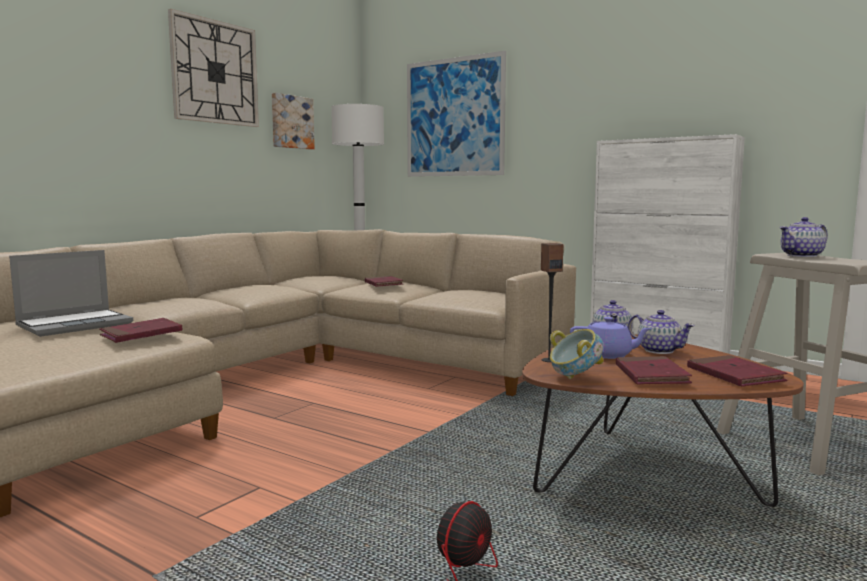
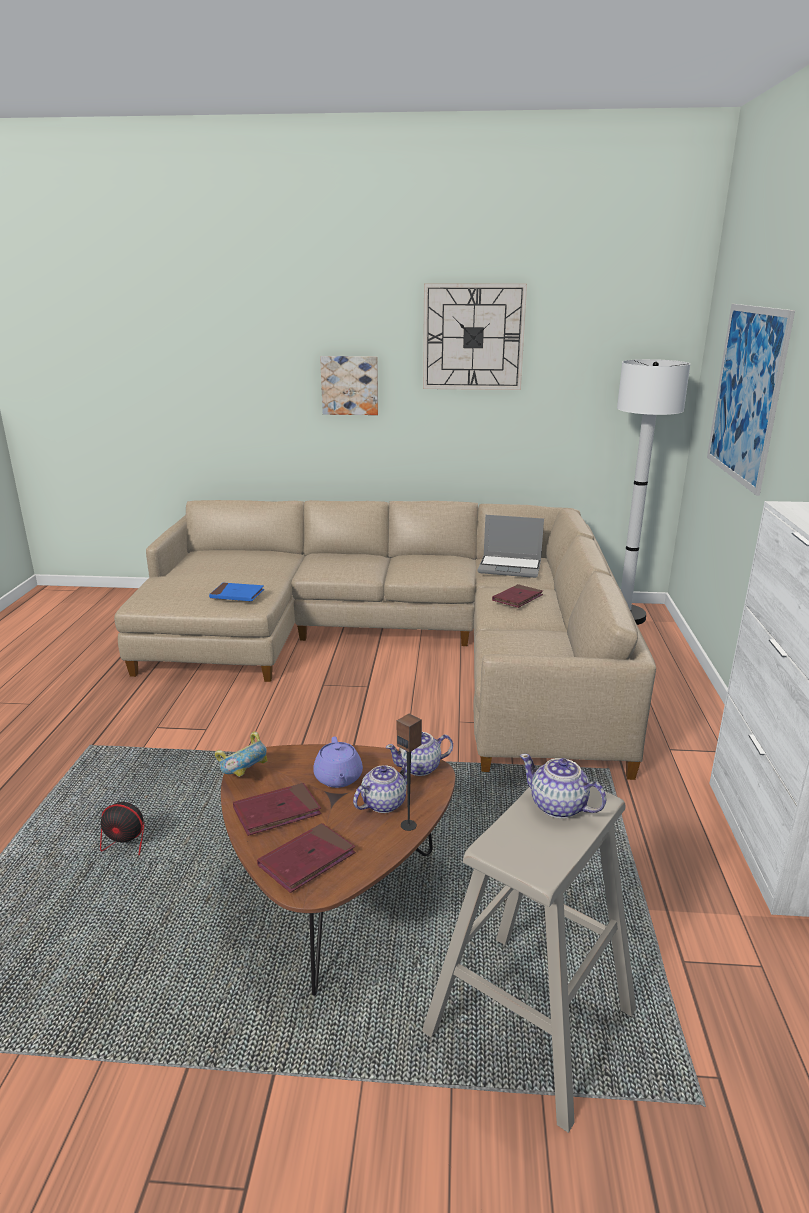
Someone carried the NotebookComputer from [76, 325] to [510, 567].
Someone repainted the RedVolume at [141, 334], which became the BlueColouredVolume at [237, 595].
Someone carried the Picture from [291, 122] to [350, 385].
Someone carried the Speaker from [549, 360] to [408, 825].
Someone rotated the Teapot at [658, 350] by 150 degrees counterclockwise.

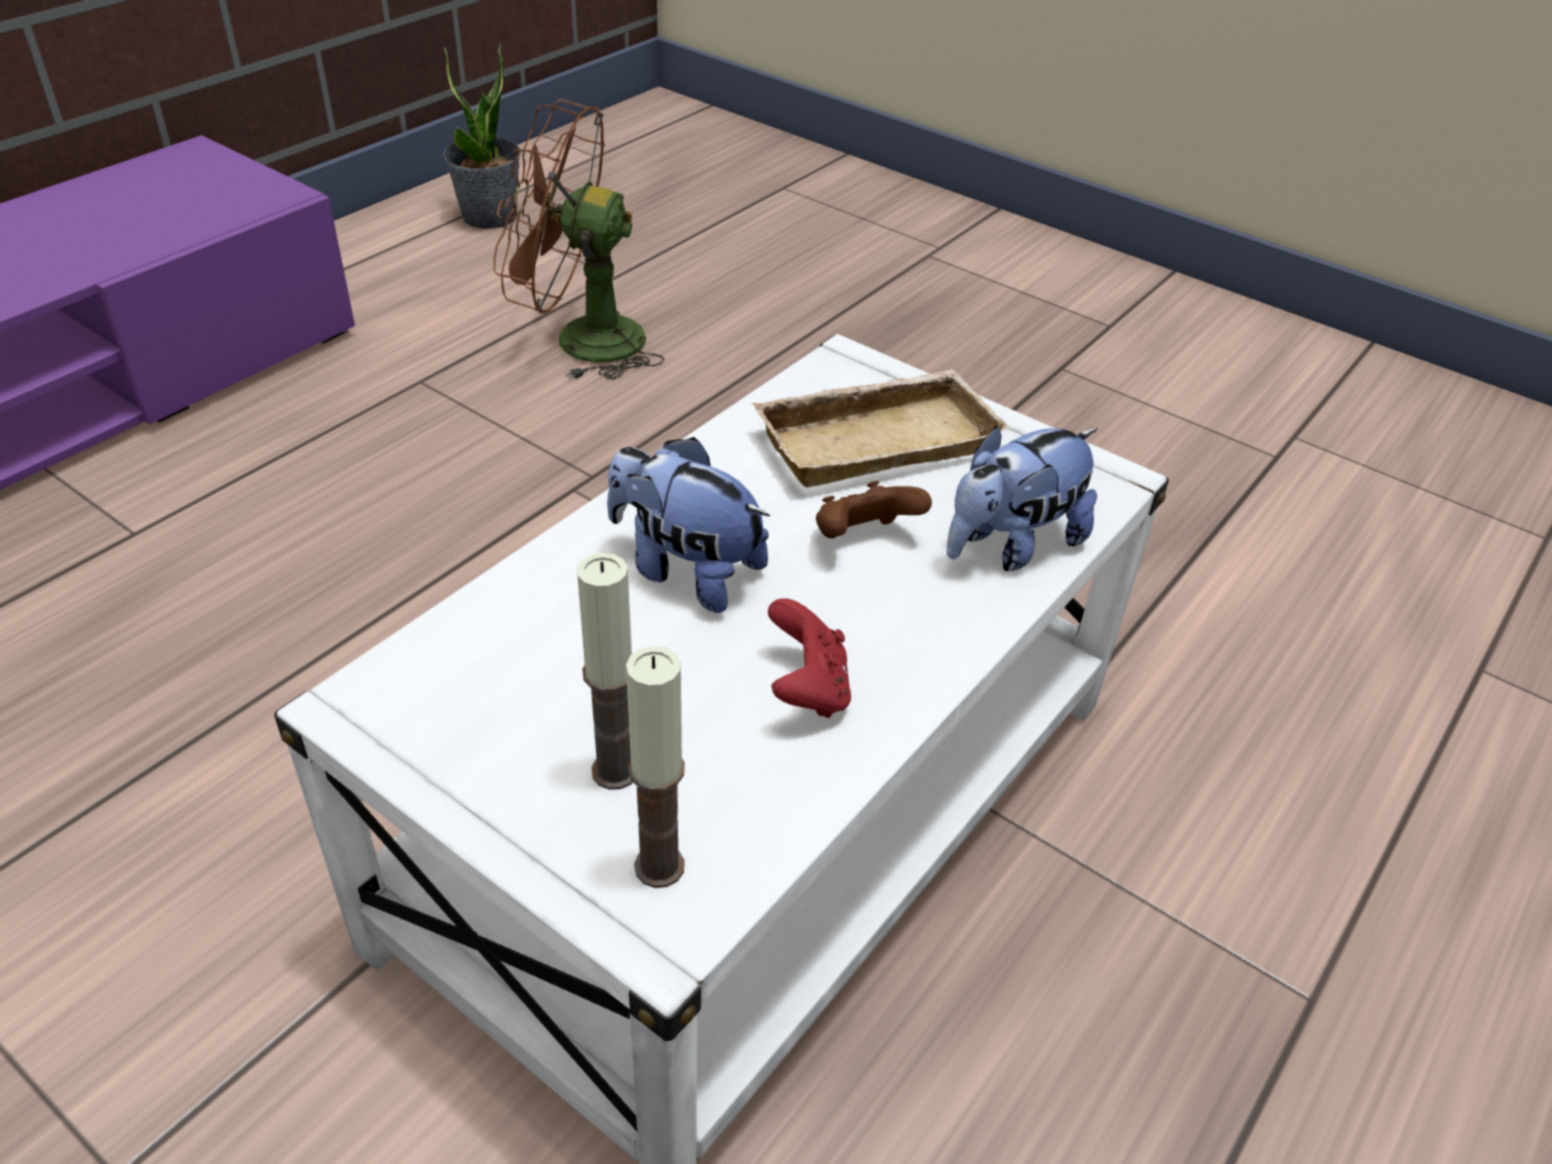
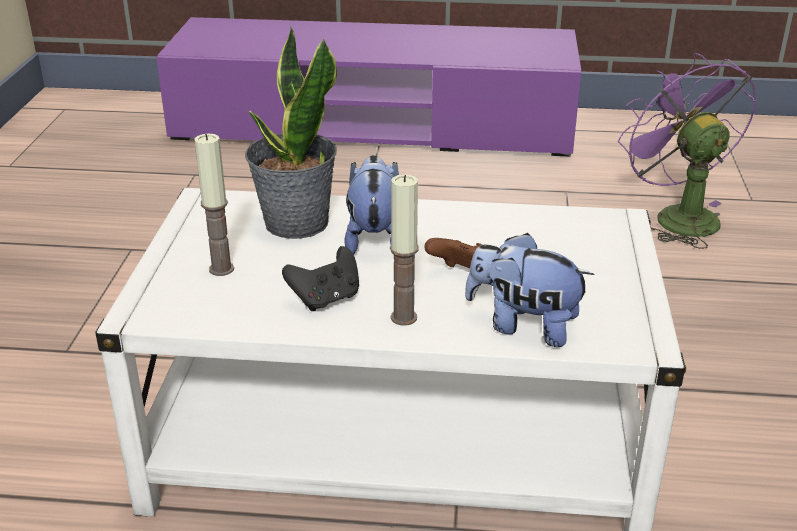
Someone carried the PlantInAPot from [490, 217] to [295, 223].
Someone repainted the BrownColouredCoolingFan at [580, 340], which became the PurpleCoolingFan at [676, 216].
Someone carried the WaxCandle from [659, 866] to [403, 317].
Someone took away the BeigeServingTray at [877, 437].
Someone repainted the RedJoypad at [807, 689], which became the BlackishJoypad at [326, 299].

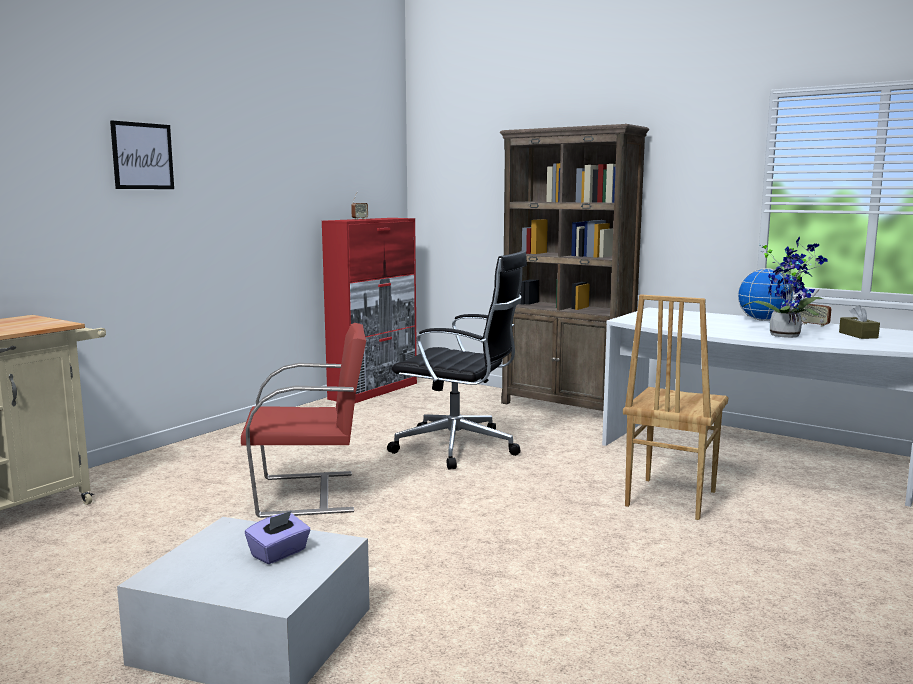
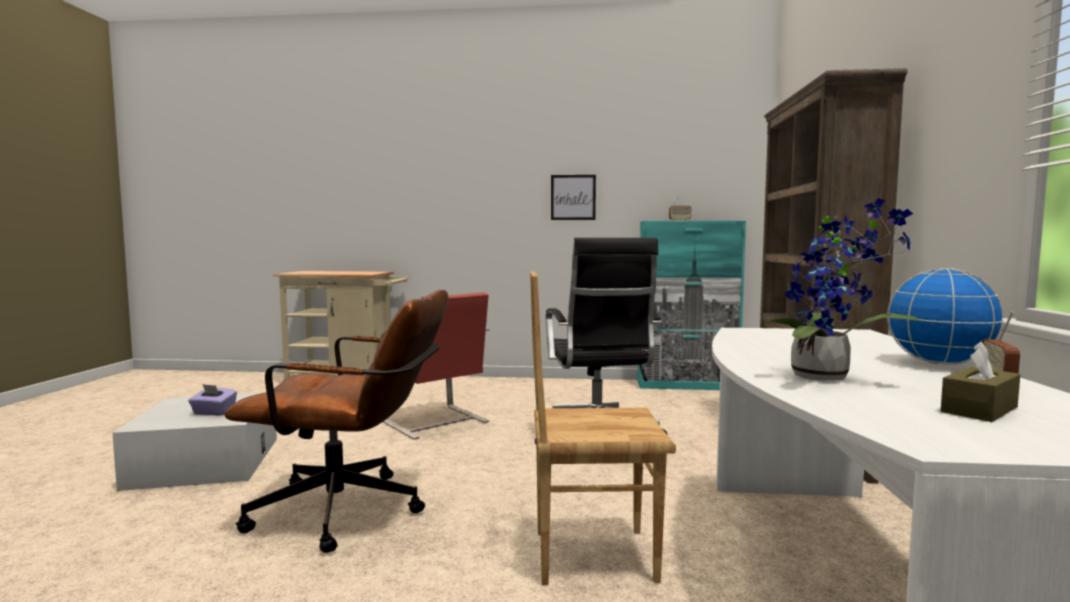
Someone carried the Picture from [142, 156] to [573, 197].
Someone repainted the RedCabinet at [374, 391], which became the TurquoiseCabinet at [687, 385].
Someone put down the BrownColouredComputerChair at [352, 512].

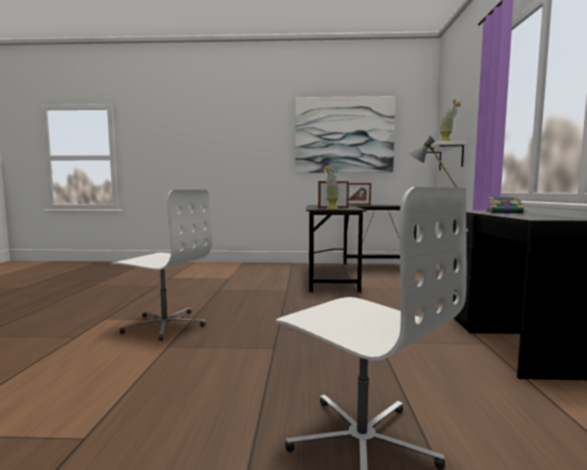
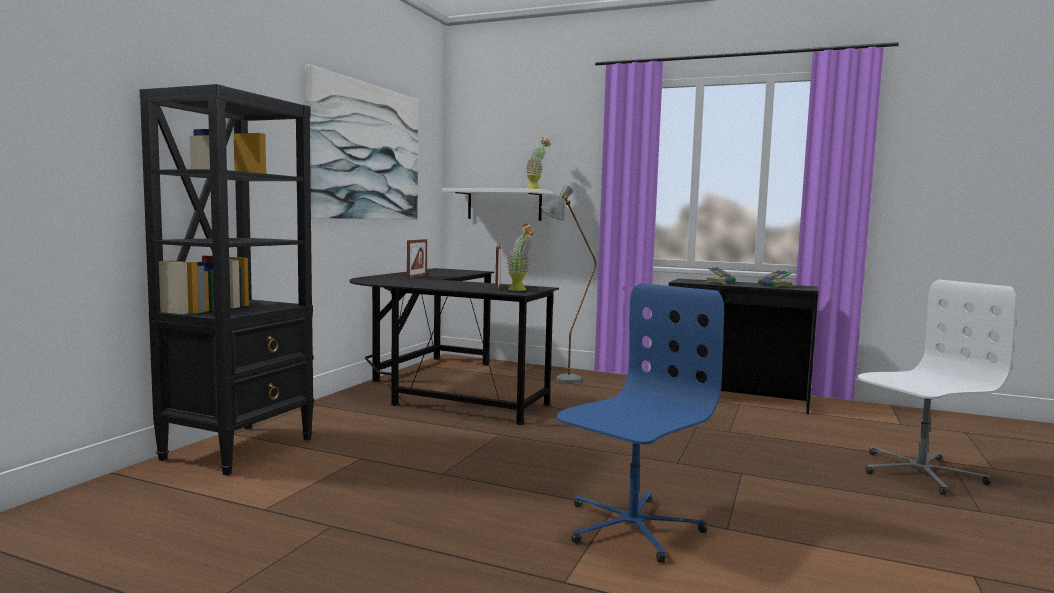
Someone repainted the WhiteComputerChair at [164, 325], which became the BlueColouredComputerChair at [631, 527].
Someone put down the BlackishBookshelf at [240, 448].
Someone put down the Volume at [775, 286].

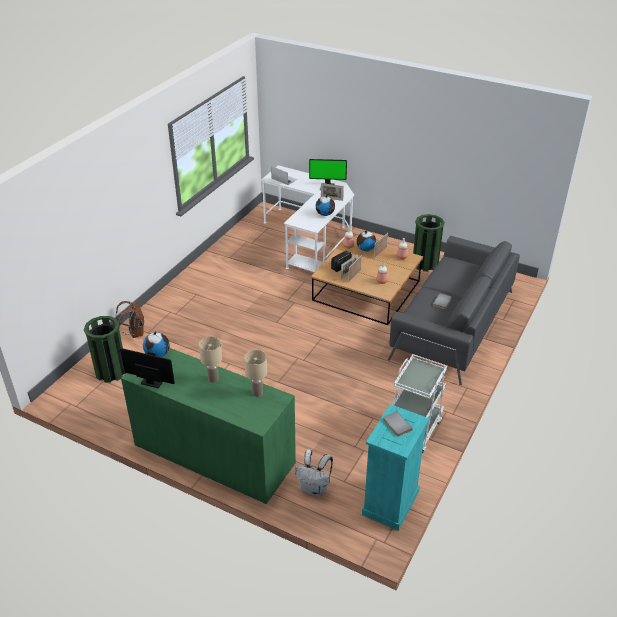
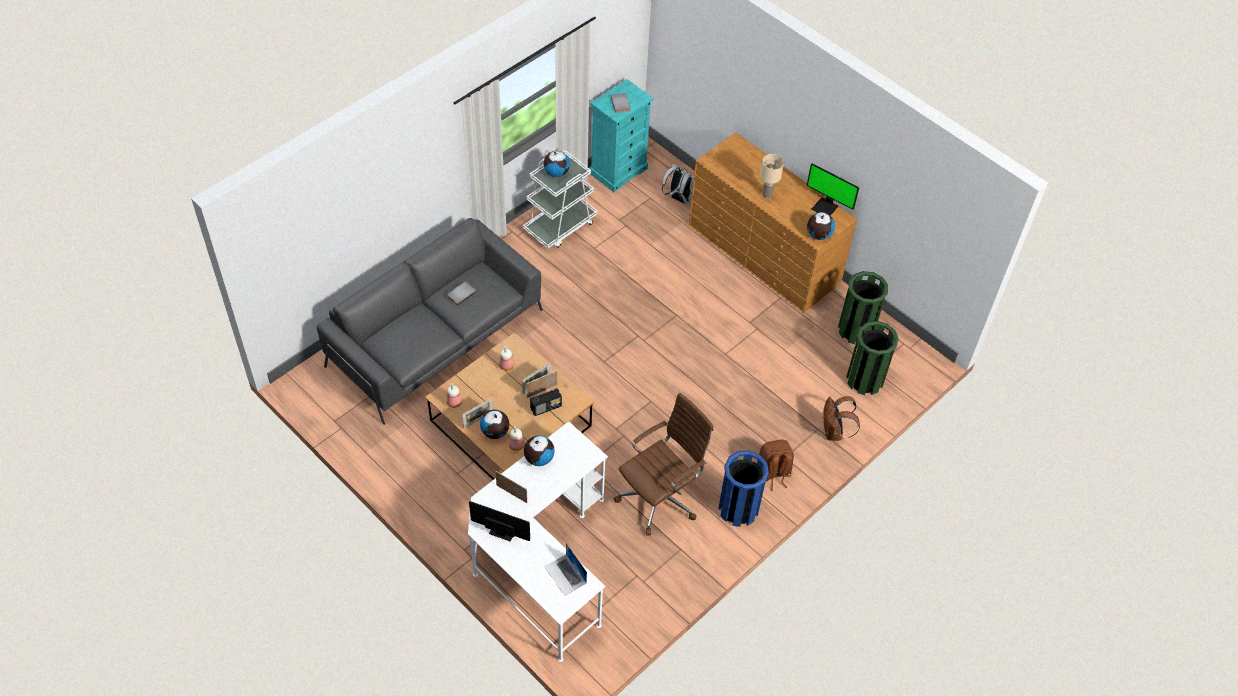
Someone repainted the GreenishDrawerChest at [214, 453], which became the BrownColouredDrawerChest at [763, 253].
Someone took away the BeigeTabletopLamp at [257, 393].
Someone carried the GreenishWasteBin from [425, 263] to [856, 330].
Someone put down the DeskGlobe at [556, 172].
Someone put down the BrownColouredComputerChair at [660, 497].
Someone put down the BlueColouredWasteBin at [738, 509].
Someone put down the BrownColouredRucksack at [773, 474].

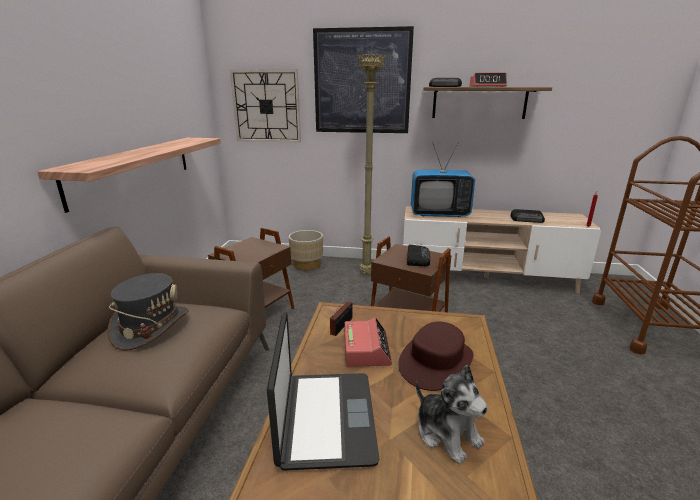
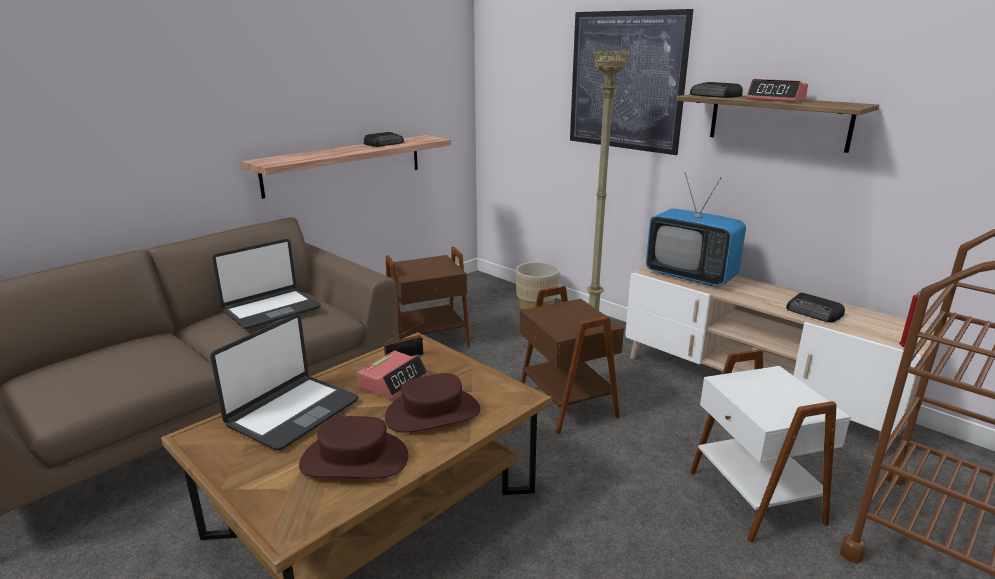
Someone swapped the GreyishWearableHat at [151, 327] for the NotebookComputer at [271, 309].
Someone took away the ClockOnTheWall at [266, 106].
Someone carried the Radio from [417, 258] to [384, 143].
Someone swapped the SoftToy at [447, 433] for the BrownColouredWearableHat at [354, 459].
Someone put down the WhiteEndTable at [752, 497].

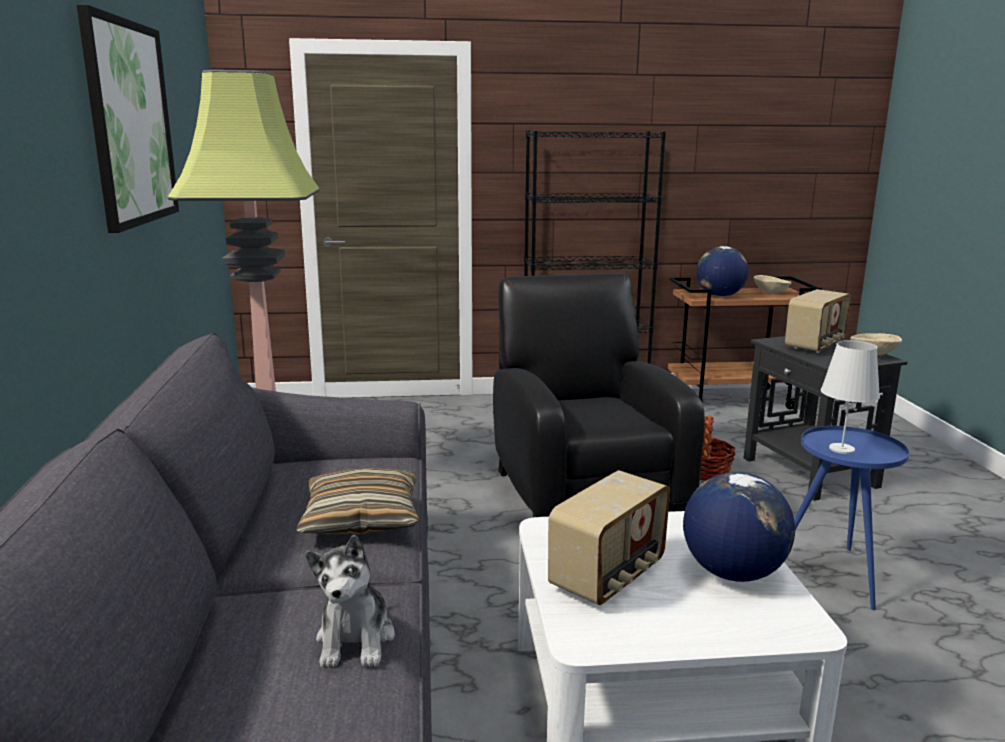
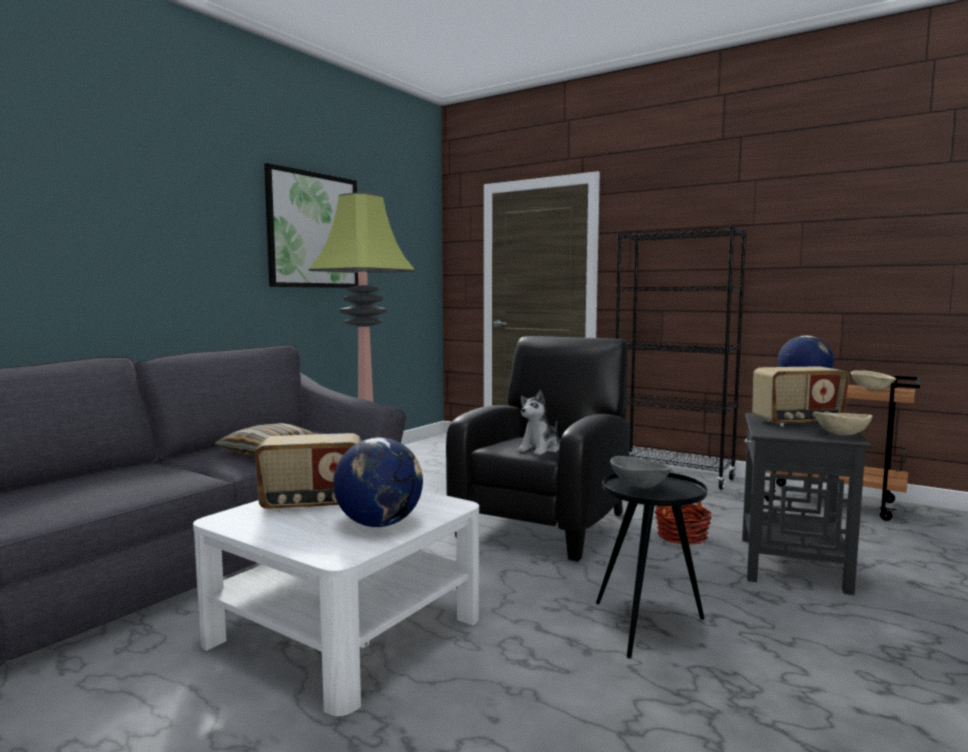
Someone carried the SoftToy from [355, 639] to [540, 449].
Someone repainted the BlueColouredEndTable at [835, 573], which became the BlackishEndTable at [649, 626].
Someone swapped the WhiteTabletopLamp at [841, 449] for the GreyishDeepDish at [639, 486].

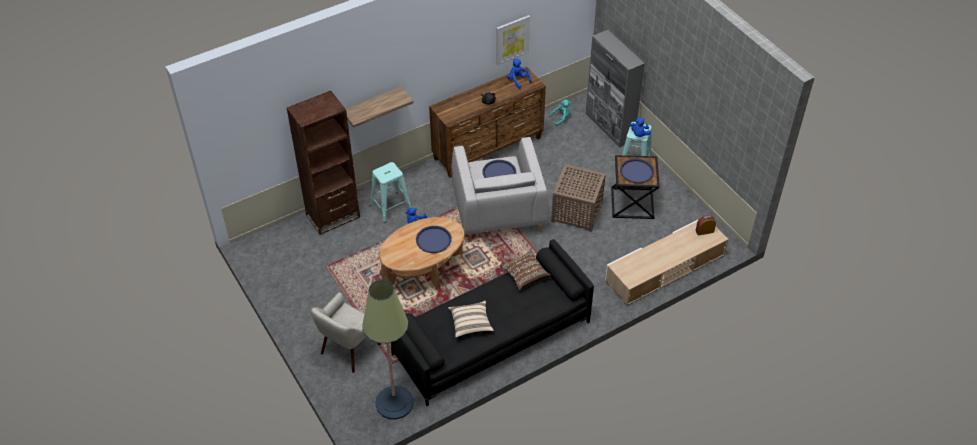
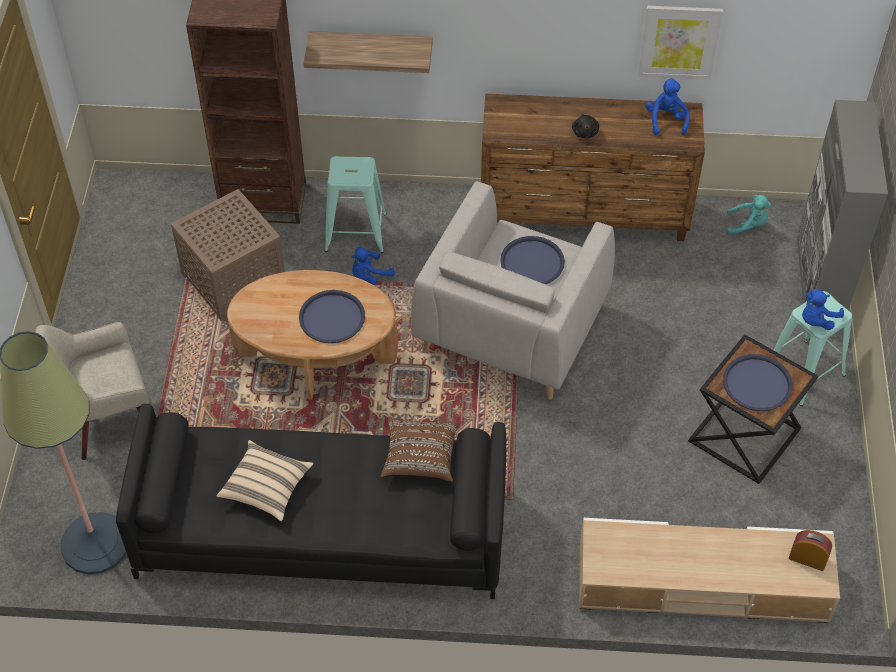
Someone carried the BrownColouredEndTable from [577, 212] to [233, 281].

